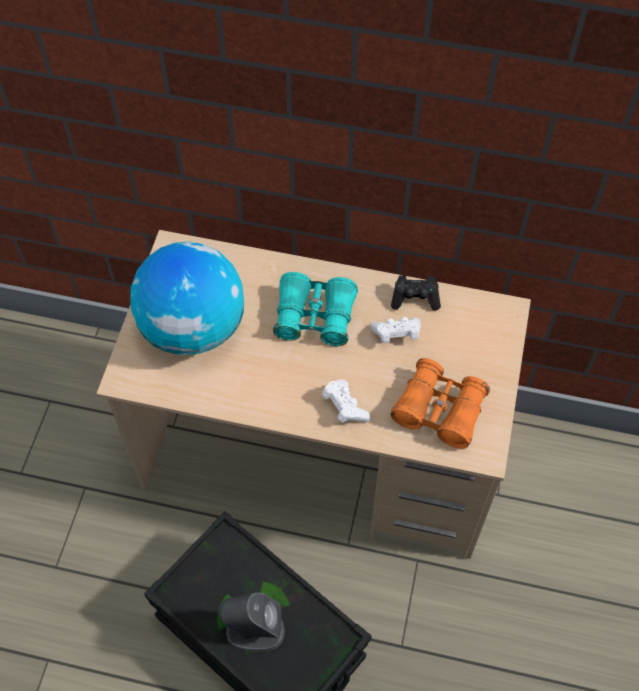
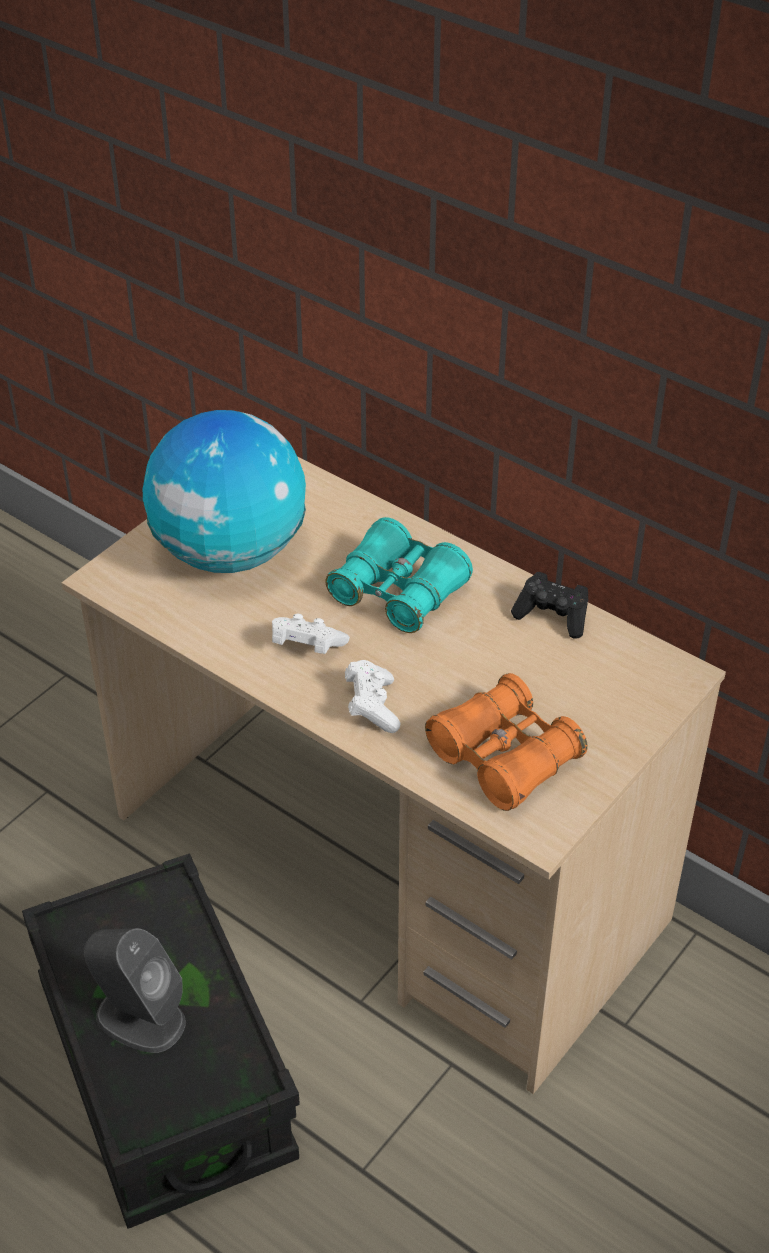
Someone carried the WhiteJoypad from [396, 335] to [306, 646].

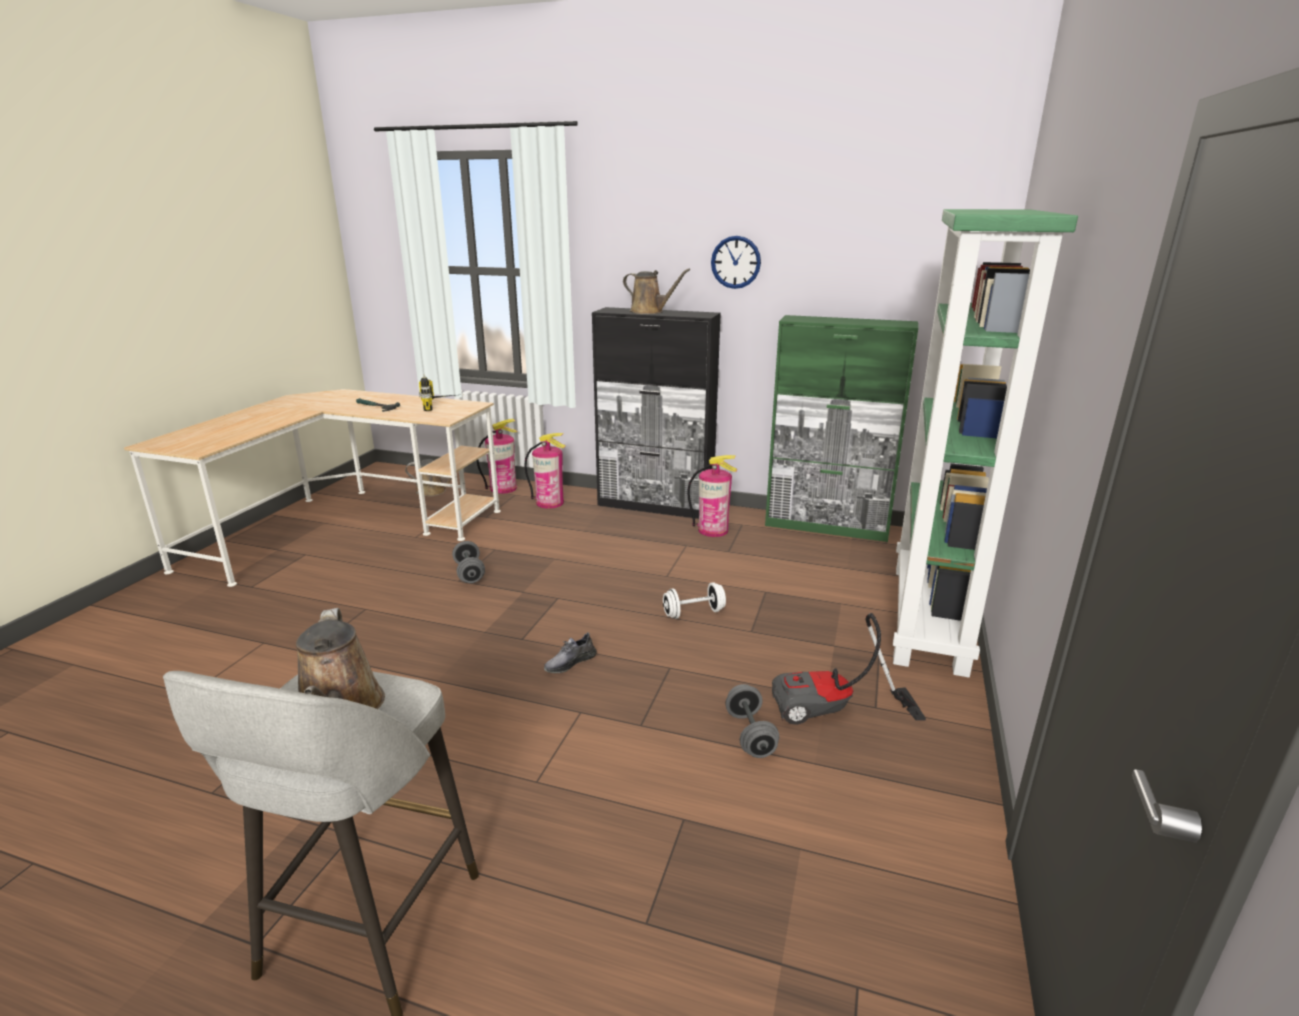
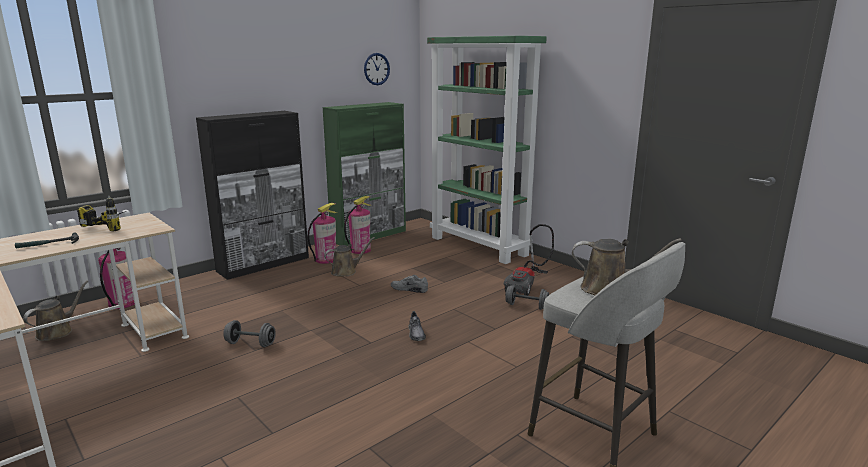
Someone carried the FireExtinguisher from [550, 503] to [360, 250].
Someone carried the BrownColouredWateringPot from [649, 311] to [346, 271].
Someone swapped the WhiteFreeWeight at [693, 613] for the GreyishItemOfFootwear at [409, 289].
Someone carried the ClockOnTheWall from [735, 262] to [376, 69].

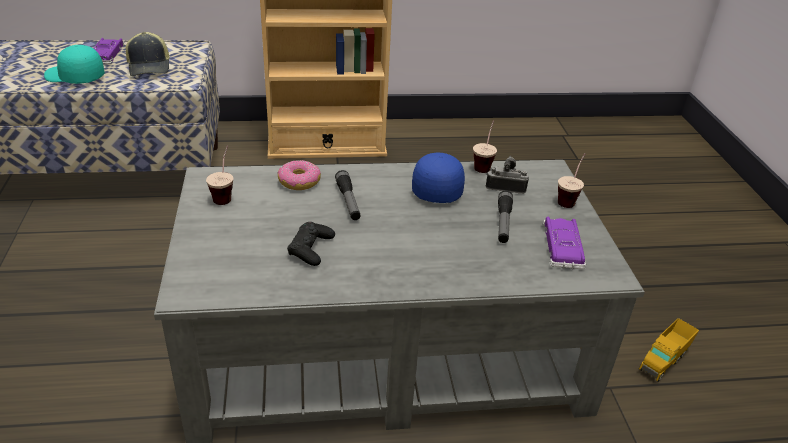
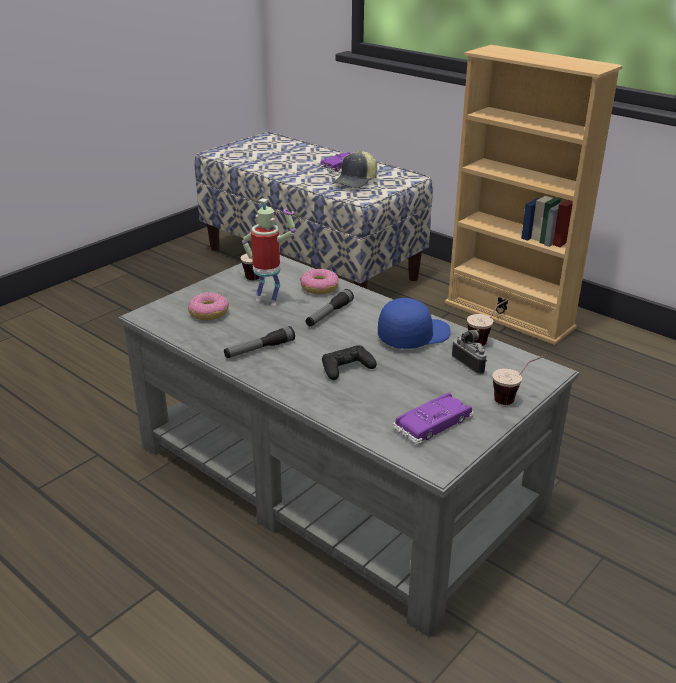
Someone took away the TurquoisePeakedCap at [74, 77].
Someone carried the BlackishJoypad from [311, 249] to [346, 368].
Someone carried the HandTorch from [503, 223] to [259, 349].
Someone took away the ToyLorry at [663, 361].
Someone put down the Donut at [209, 313].
Someone put down the RobotFigure at [269, 300].

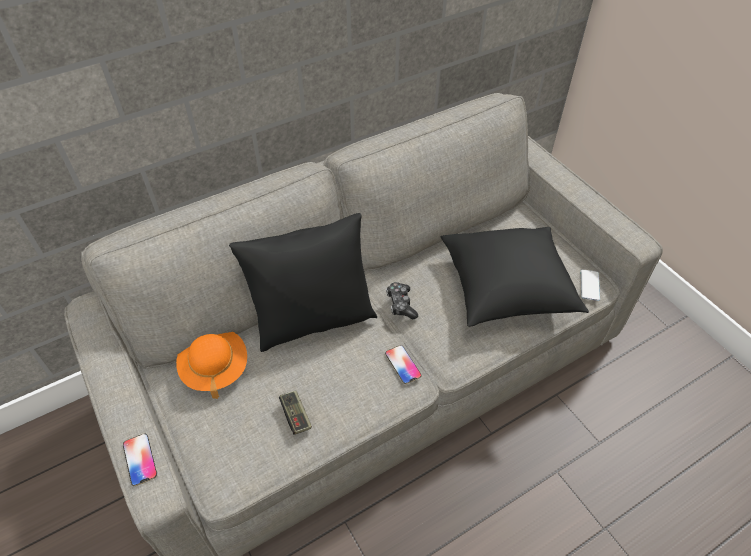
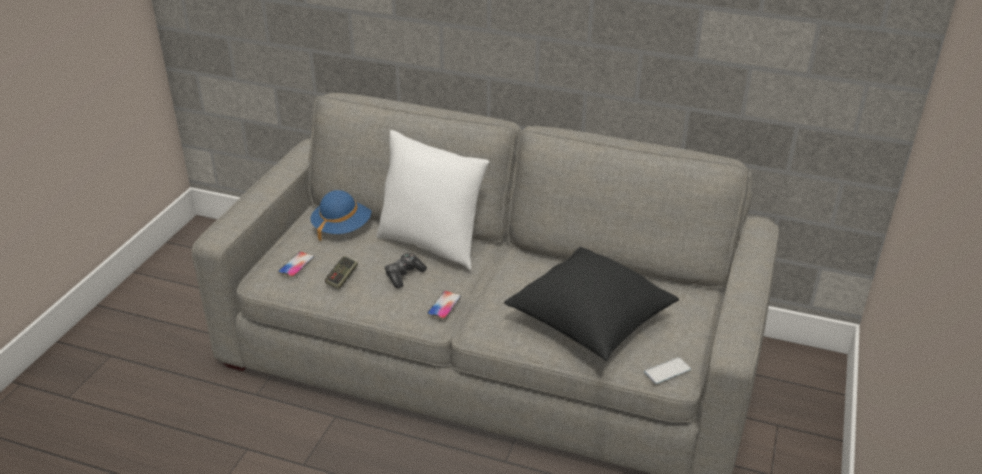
Someone carried the Telephone from [140, 459] to [296, 265].
Someone repainted the OrangeWearableHat at [215, 368], which became the BlueColouredWearableHat at [342, 227].
Someone repainted the BlackishCushion at [313, 320], which became the WhiteCushion at [431, 244].
Someone carried the Joypad from [401, 304] to [404, 275].

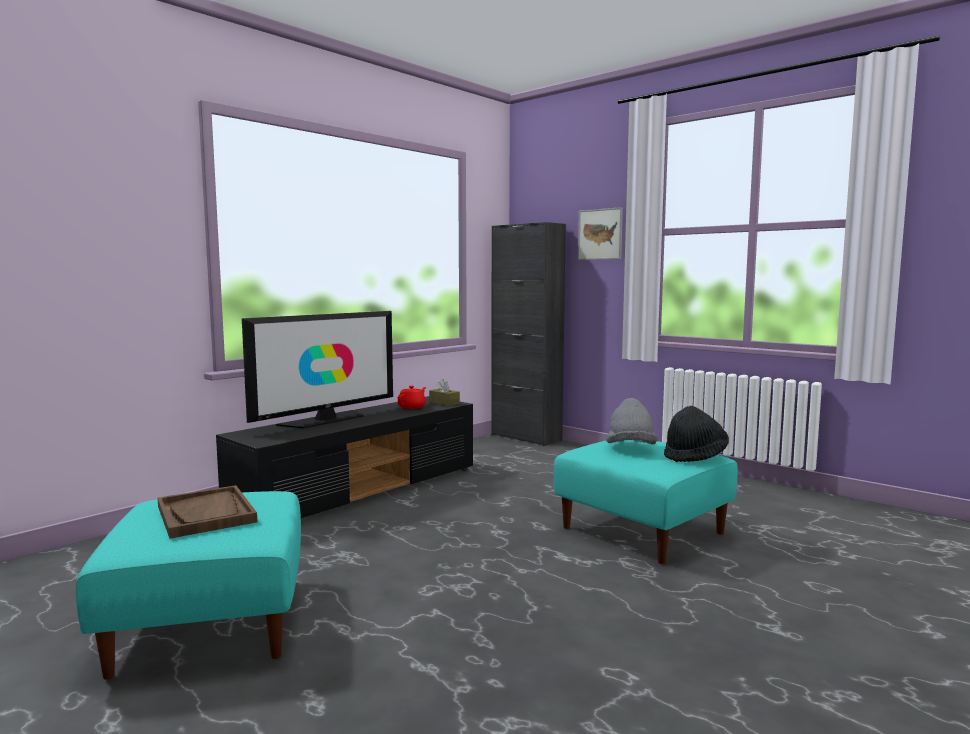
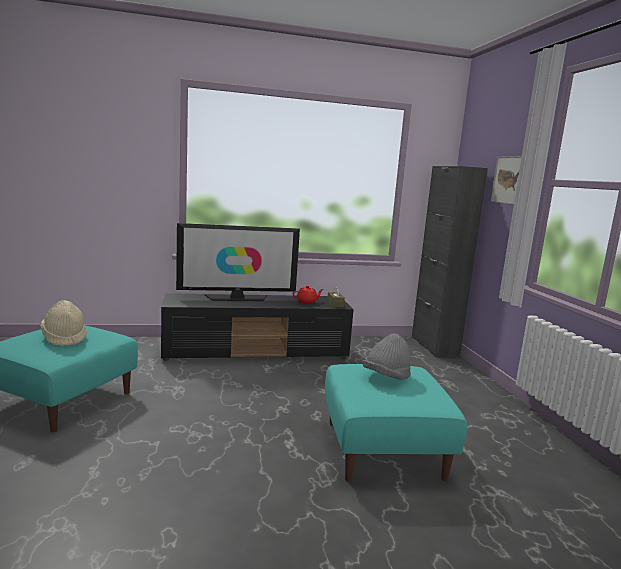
Someone swapped the BrownColouredServingTray at [206, 514] for the BeigeWearableHat at [64, 338].
Someone took away the BlackishWearableHat at [695, 456].

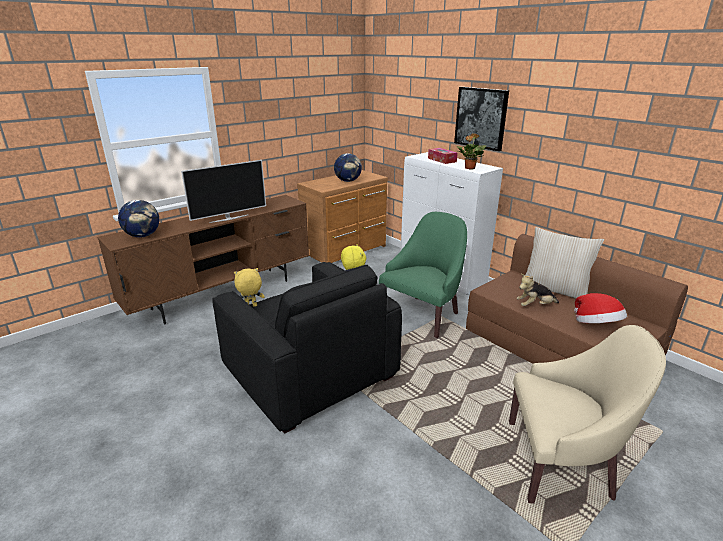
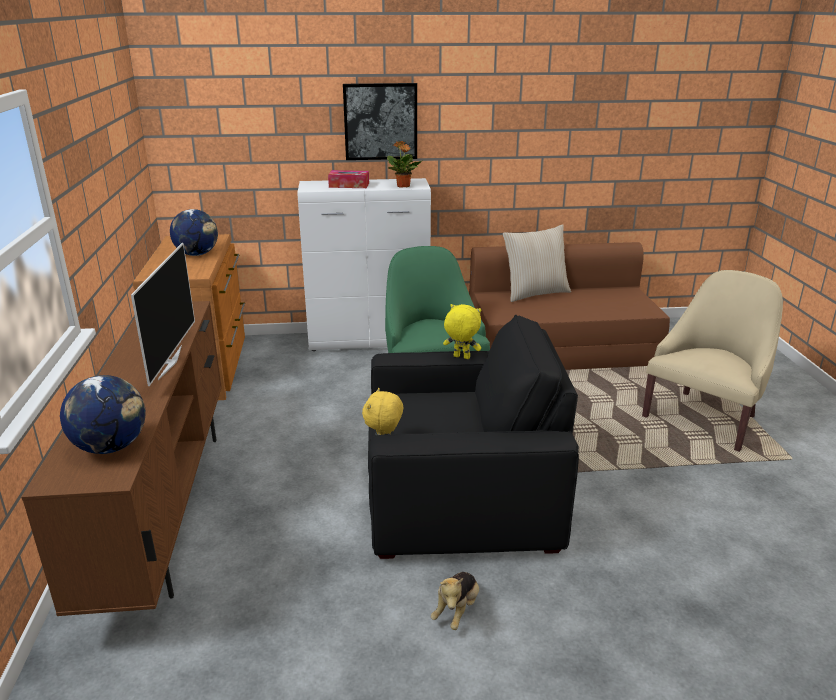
Someone carried the SoftToy from [535, 306] to [456, 610].
Someone took away the WearableHat at [596, 325].

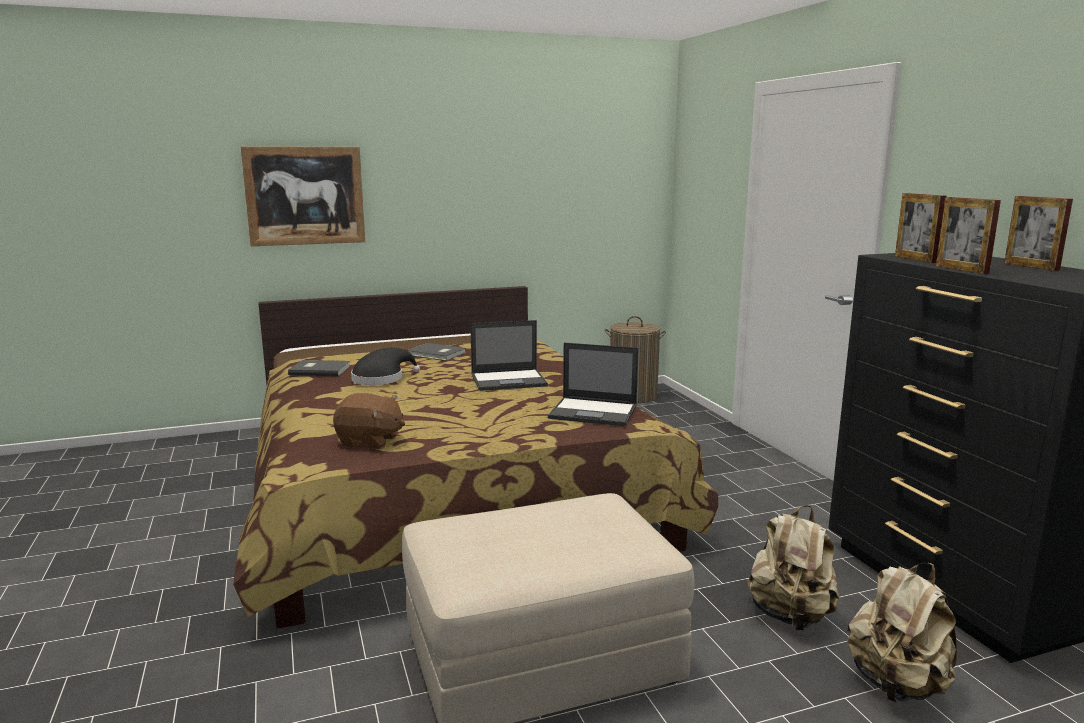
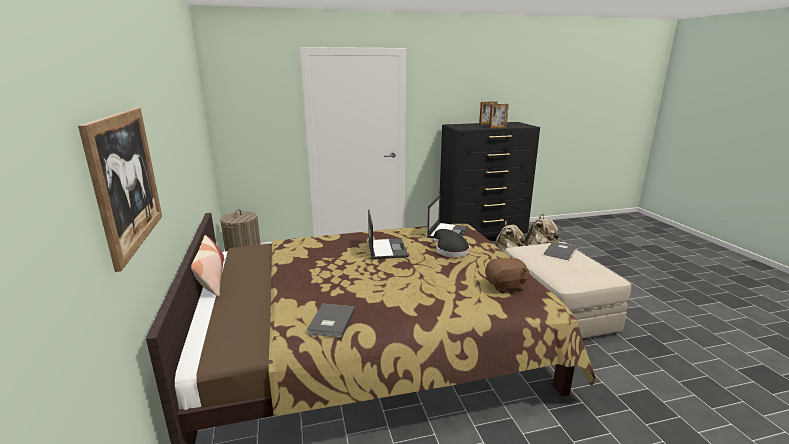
Someone rotated the BrownColouredSoftToy at [370, 441] by 60 degrees clockwise.
Someone carried the BlackishWearableHat from [381, 379] to [450, 250].
Someone carried the GreyishVolume from [436, 354] to [561, 251].
Someone took away the PhotoFrame at [915, 259].
Someone put down the Cushion at [211, 279].

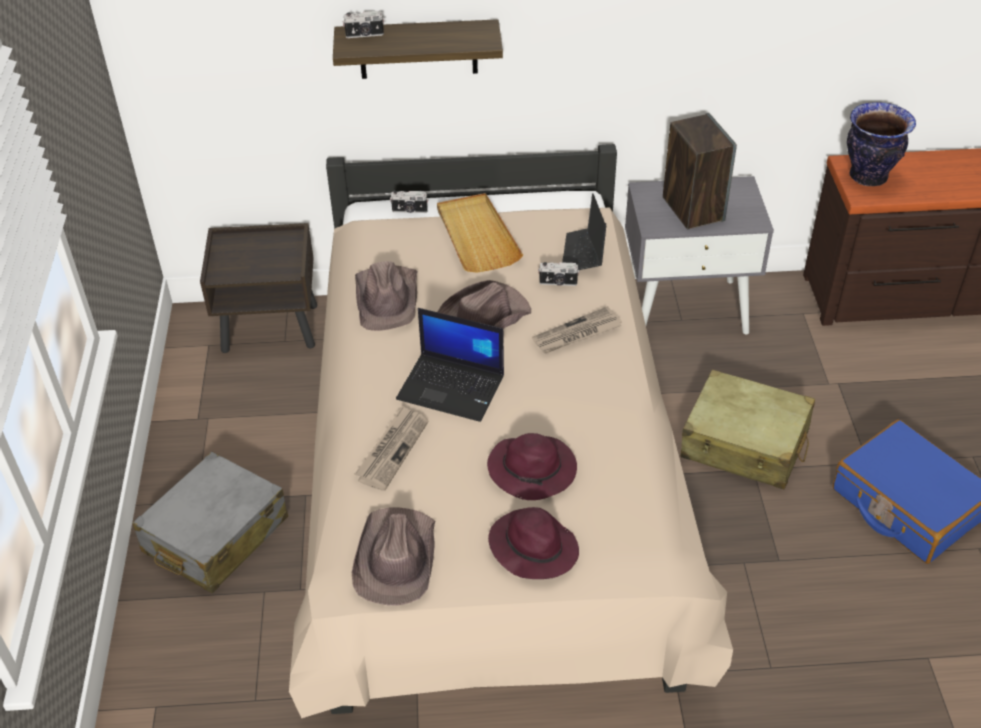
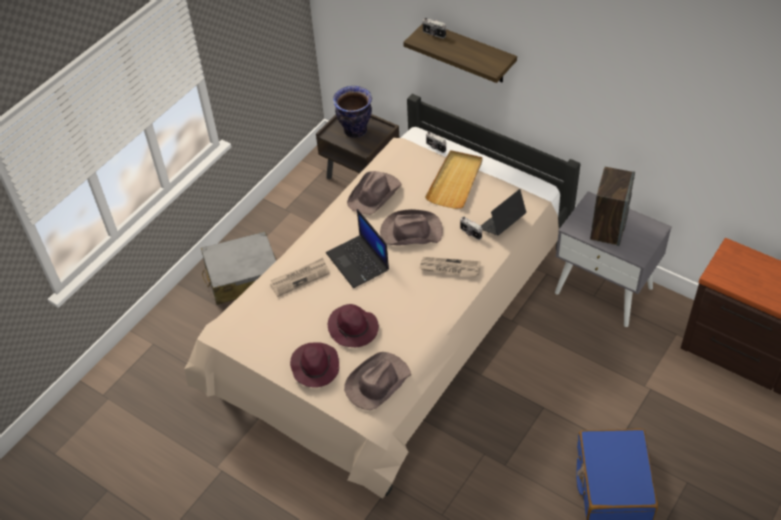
Someone carried the BrownColouredWearableHat from [395, 558] to [377, 383].
Someone took away the BeigeTravelCase at [745, 444].
Someone carried the Vase from [867, 177] to [355, 130].

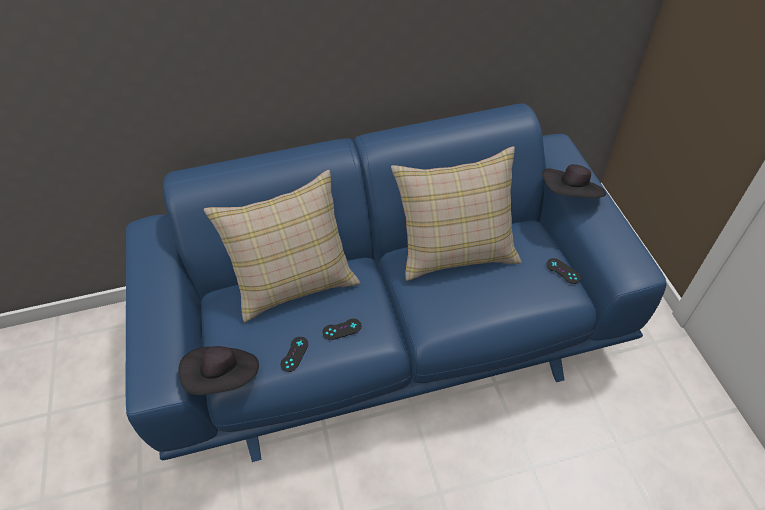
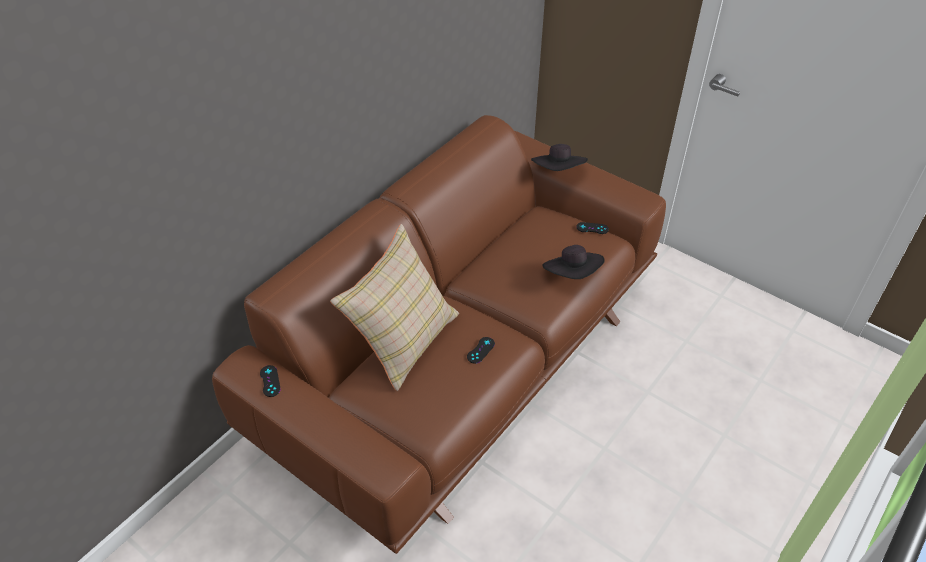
Someone repainted the BlueColouredSofa at [387, 328], which became the BrownColouredSofa at [462, 361].
Someone carried the BlackishWearableHat from [224, 378] to [572, 275].
Someone carried the BlackishJoypad from [294, 354] to [270, 381].
Someone took away the BeigeCushion at [456, 248].

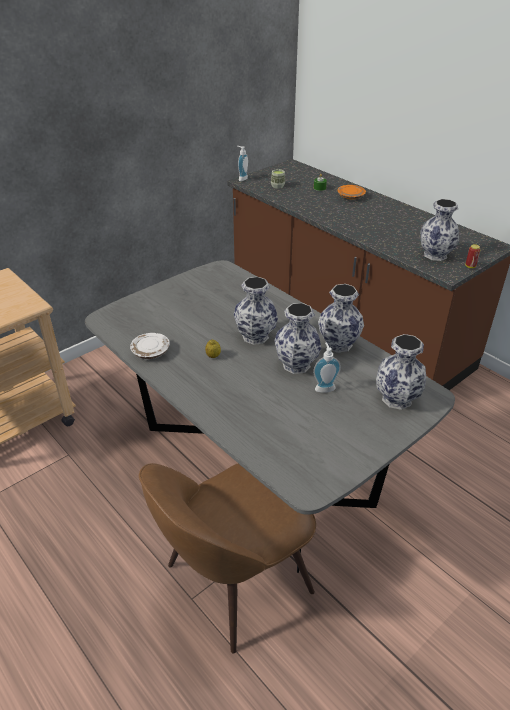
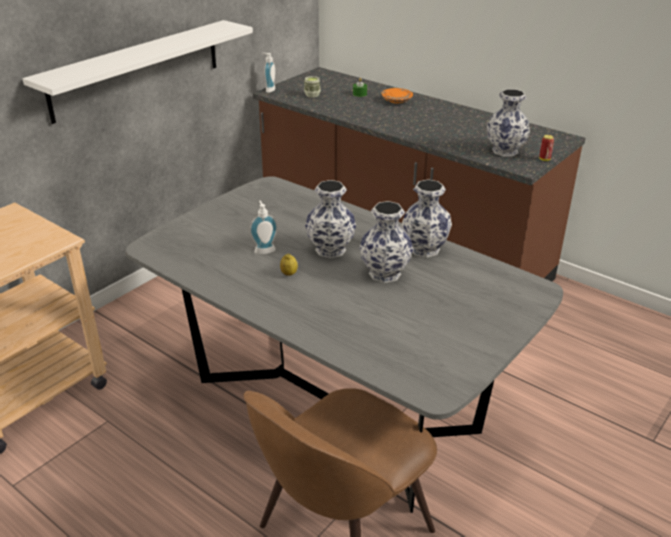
Someone took away the WhiteDinnerPlate at [151, 351].
Someone carried the SoapBottle from [324, 387] to [264, 250].
Someone took away the Vase at [396, 399].
Someone put up the WhiteWallShelf at [137, 69].

